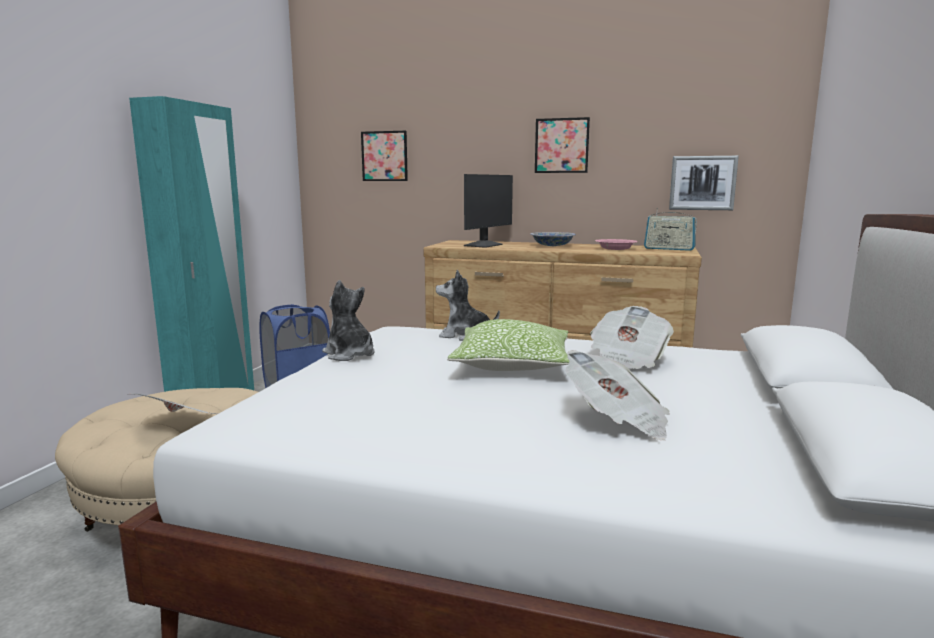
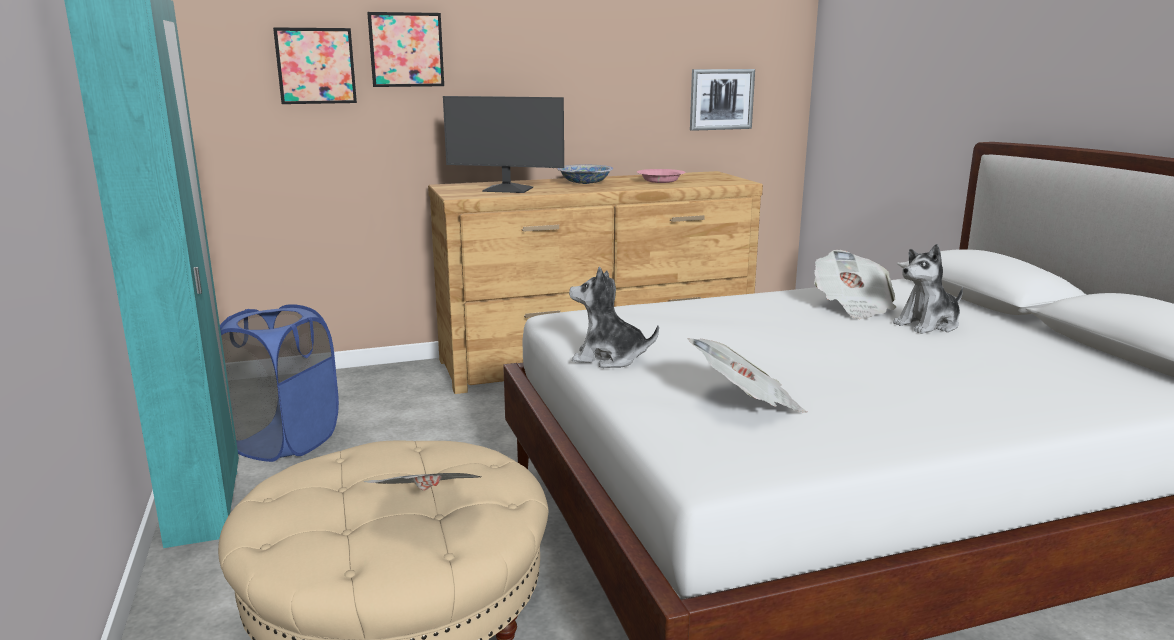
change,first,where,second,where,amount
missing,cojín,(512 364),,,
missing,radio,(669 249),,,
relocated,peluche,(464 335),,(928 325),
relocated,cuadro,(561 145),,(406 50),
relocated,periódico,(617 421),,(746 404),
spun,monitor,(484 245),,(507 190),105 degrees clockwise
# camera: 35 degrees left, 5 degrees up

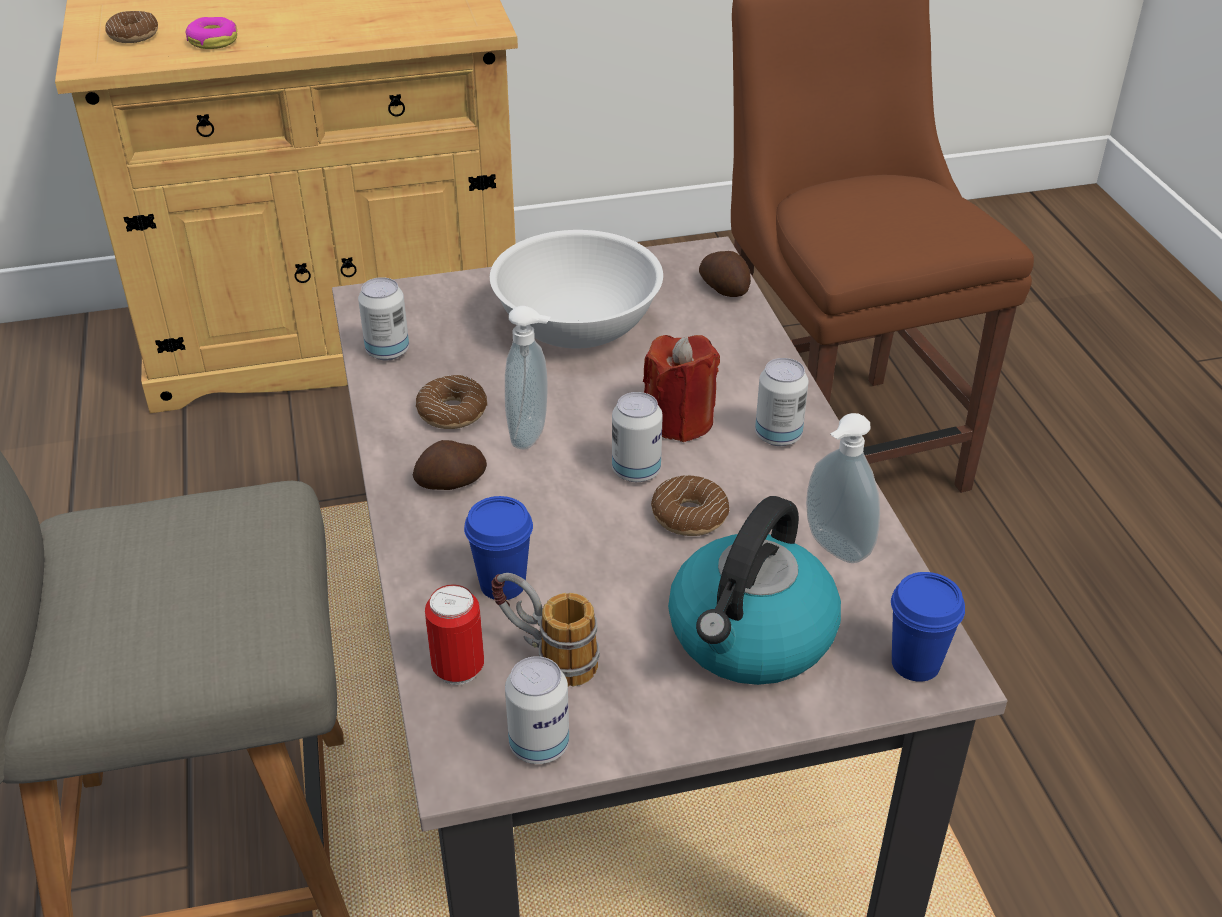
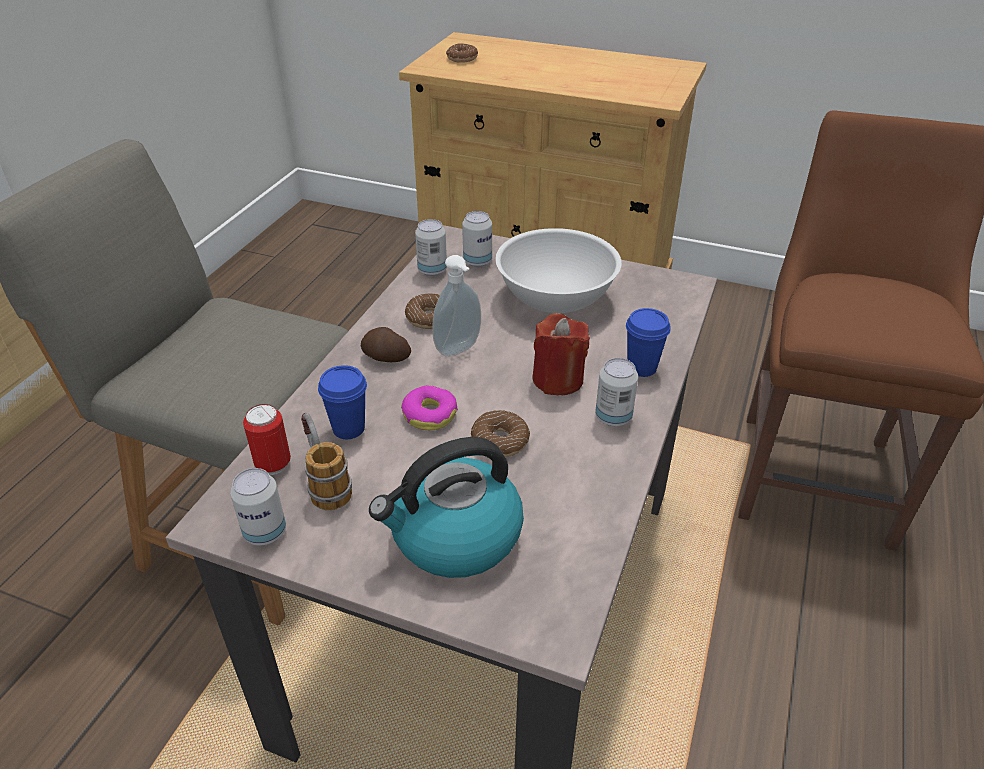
change,first,where,second,where,amount
missing,patata,(725 288),,,
missing,dispensador de jabón,(833 549),,,
relocated,rosquilla,(213 41),,(430 415),
relocated,lata,(636 471),,(477 261),
relocated,taza (azul),(915 663),,(641 368),
# camera: 35 degrees right, 0 degrees up

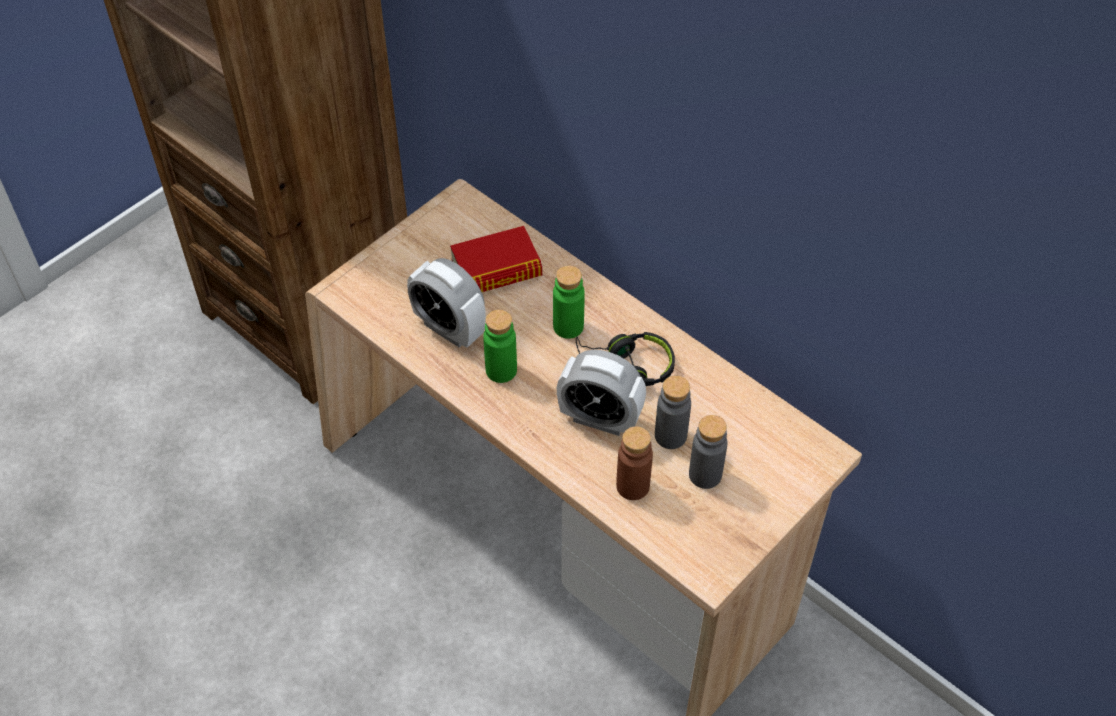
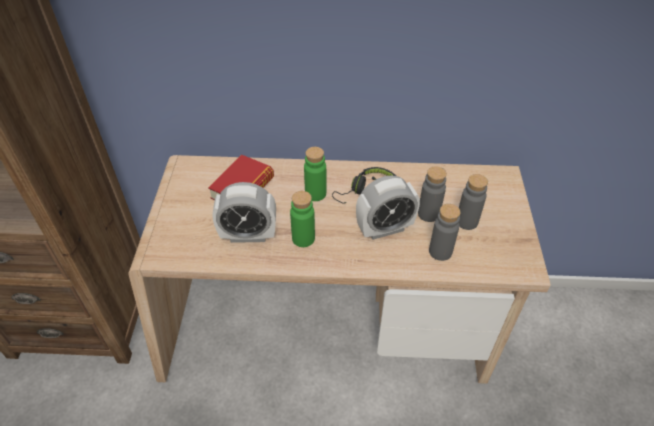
change,first,where,second,where,amount
colour,botella (marrón),(632 486),botella (gris),(440 251),
# camera: 40 degrees left, 5 degrees down

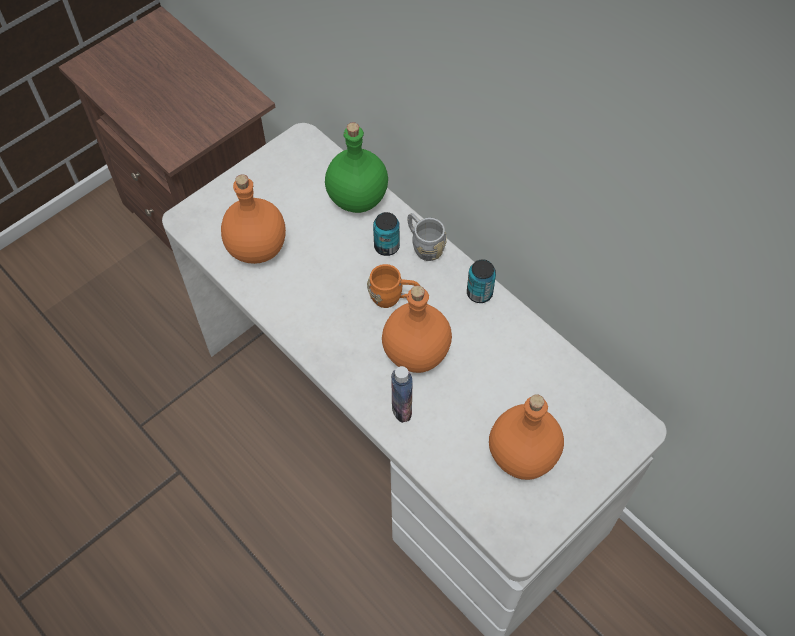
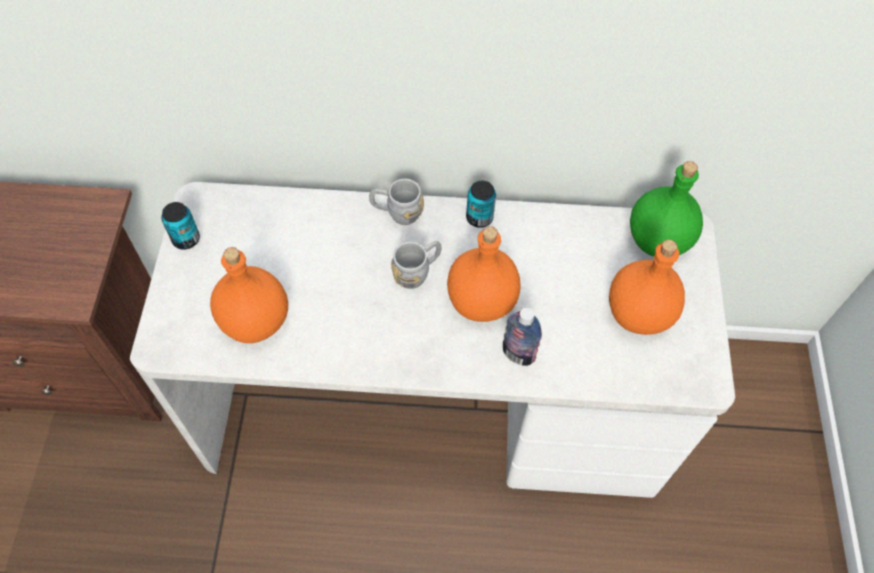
change,first,where,second,where,amount
relocated,botella (verde),(356 199),,(658 241),
relocated,lata,(386 246),,(186 239),
colour,taza grande (naranja),(393 298),taza grande (gris),(417 272),
# camera: 45 degrees left, 0 degrees up

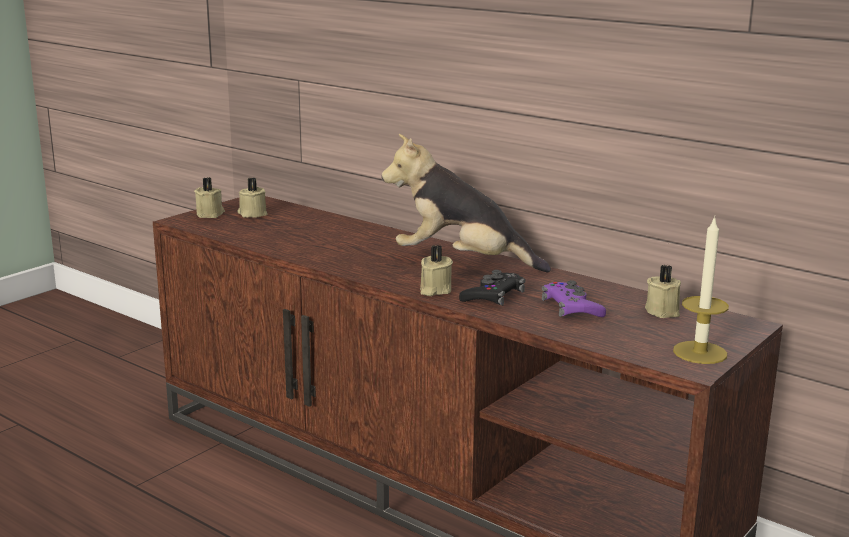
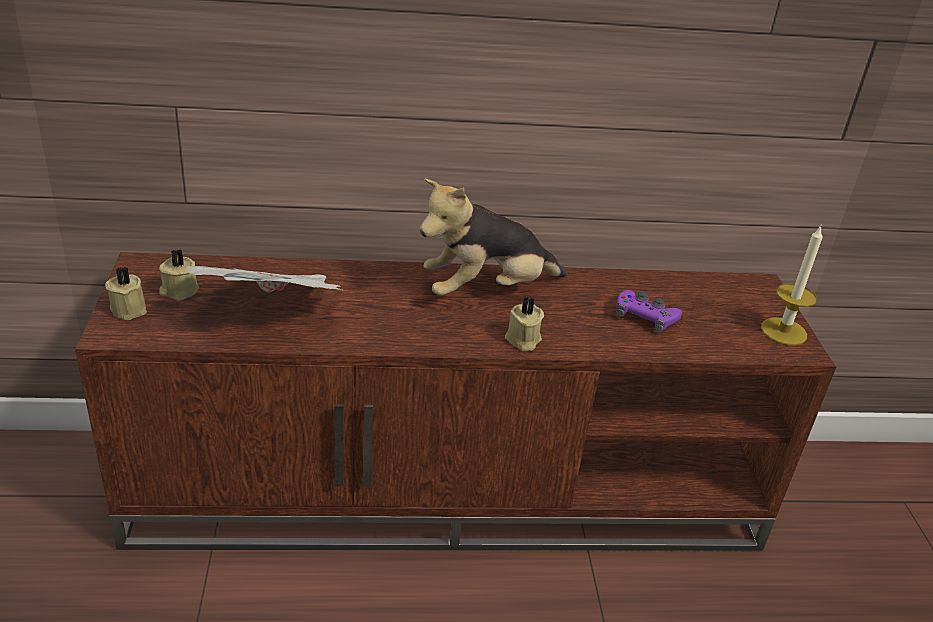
change,first,where,second,where,amount
missing,mando de consola (negro),(493 296),,,
missing,vela (beis),(663 311),,,
appeared,,,periódico,(274 311),
# camera: 45 degrees left, 15 degrees up

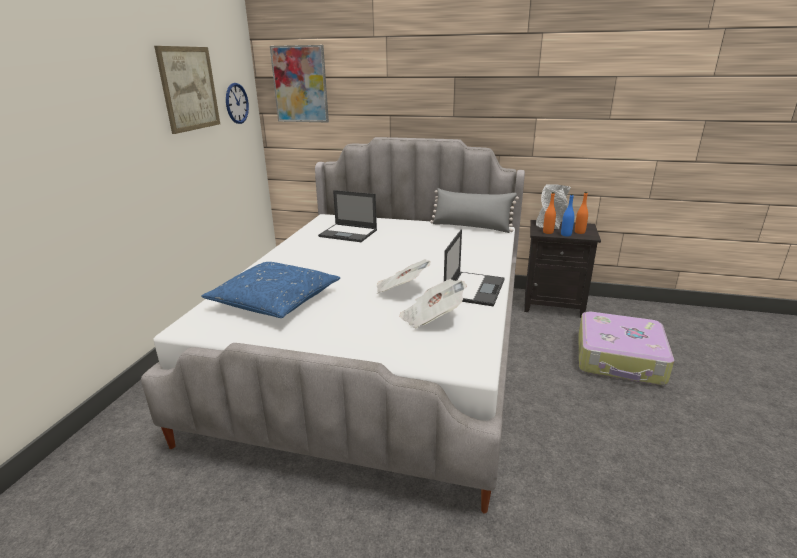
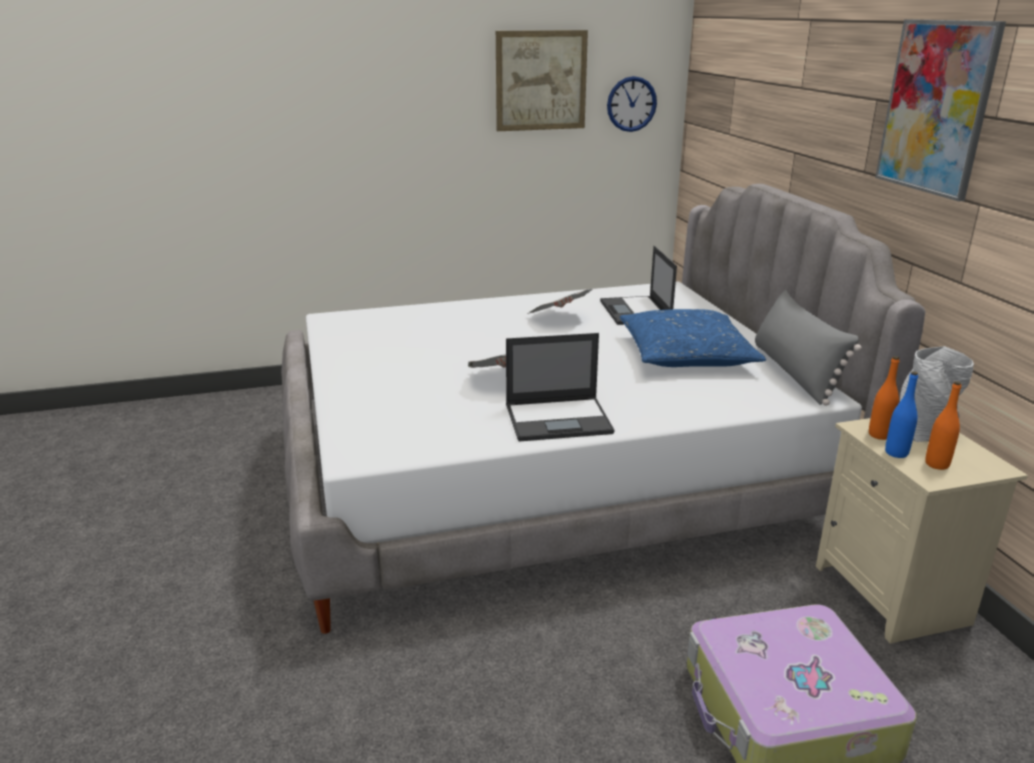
change,first,where,second,where,amount
relocated,cojín (azul),(275 300),,(686 354),
relocated,cuadro,(300 84),,(936 107),
relocated,periódico,(431 318),,(558 318),
colour,mesita de noche (negro),(554 304),mesita de noche (beis),(894 595),
# camera: 60 degrees right, 0 degrees up

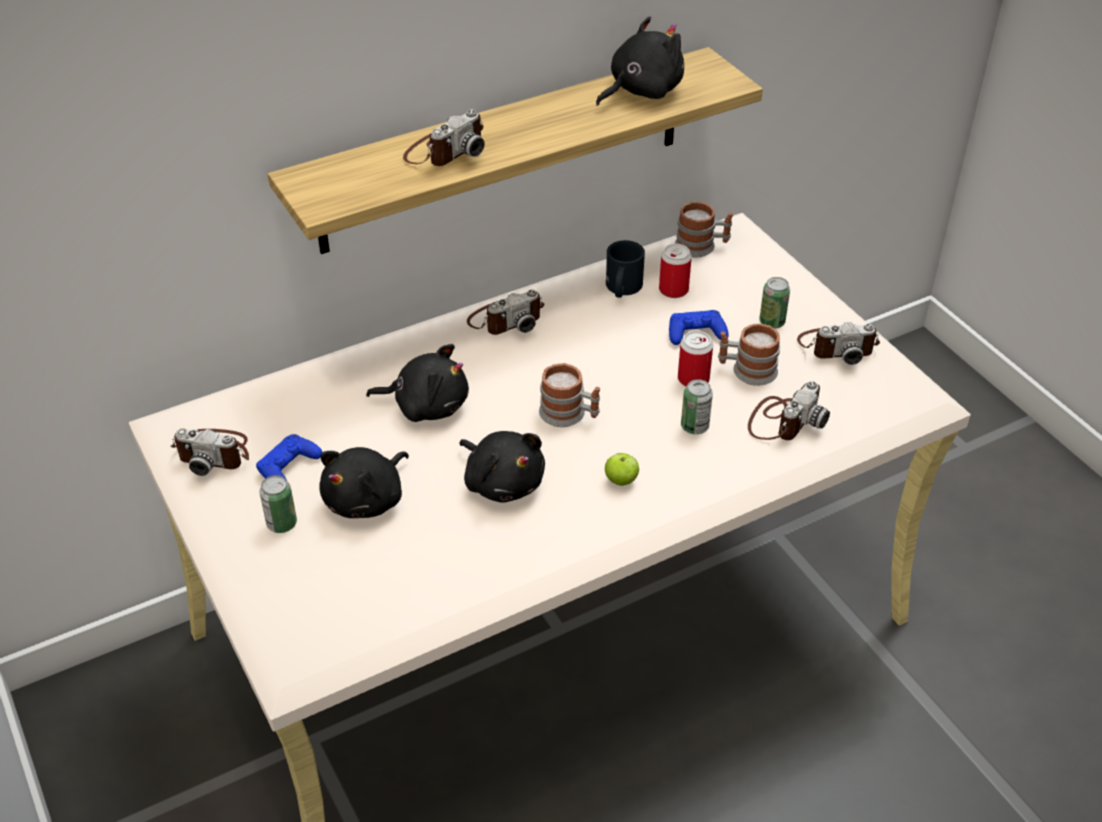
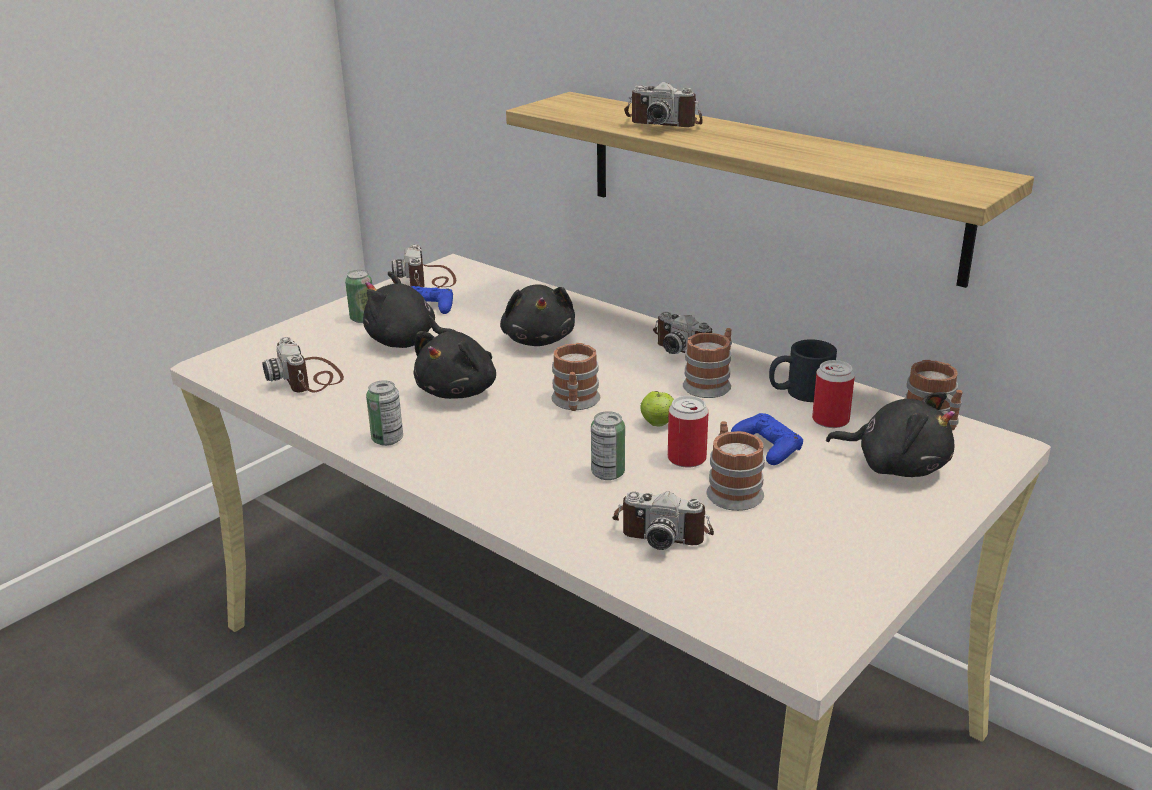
change,first,where,second,where,amount
appeared,,,taza grande,(711 383),
relocated,peluche (negro),(641 91),,(896 465),
relocated,manzana,(621 481),,(658 424),
relocated,lata,(772 322),,(387 439),
relocated,cámara,(837 346),,(308 378),
# camera: 70 degrees right, 15 degrees down

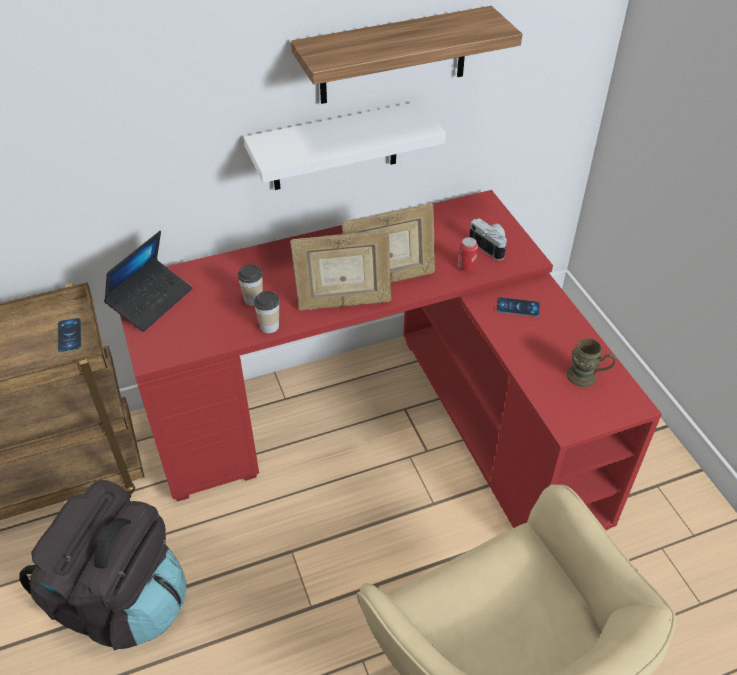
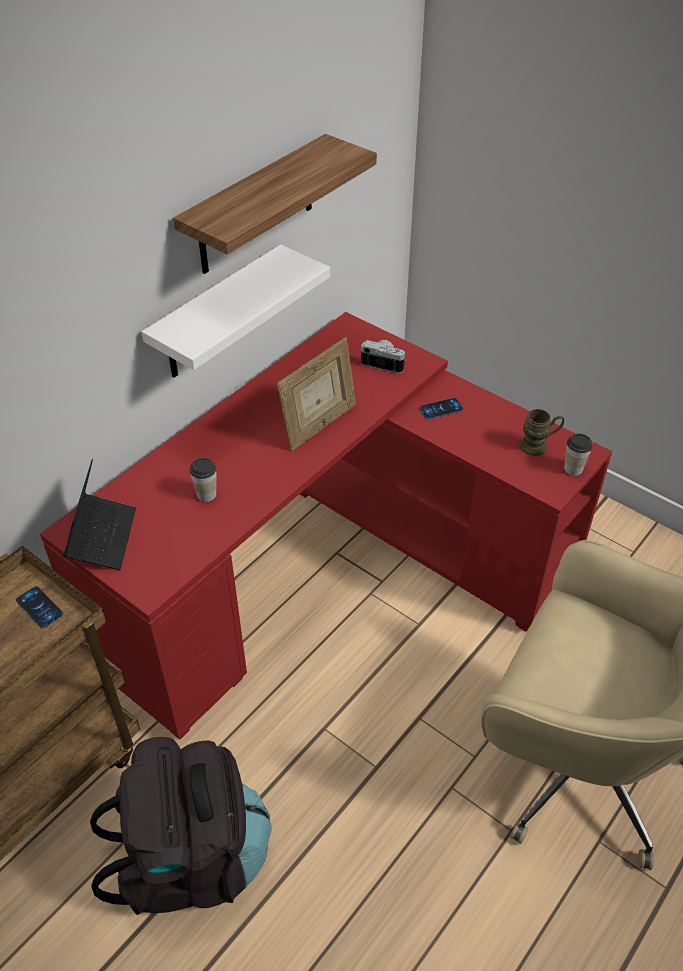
change,first,where,second,where,amount
missing,portarretratos,(343 303),,,
missing,lata,(466 267),,,
relocated,taza,(269 326),,(573 469),
# camera: 30 degrees left, 0 degrees up

